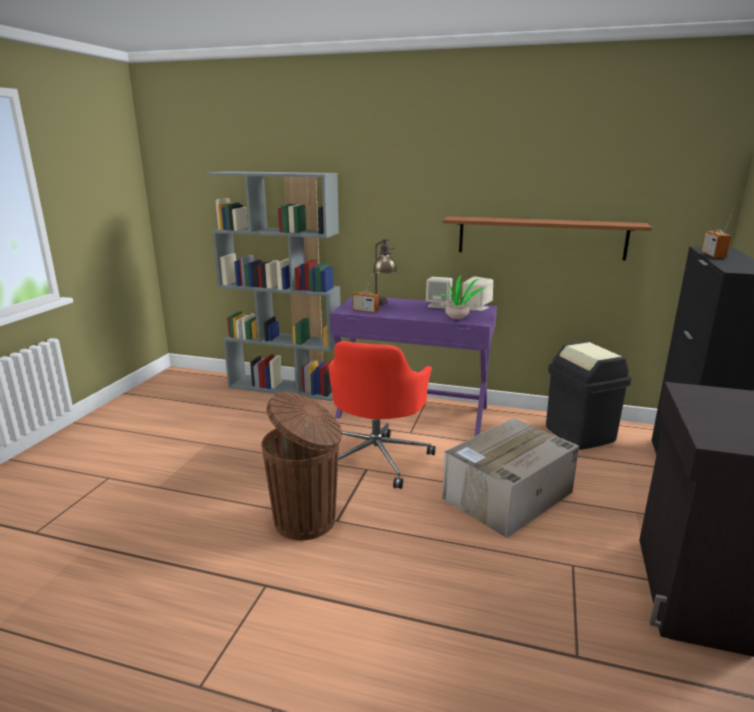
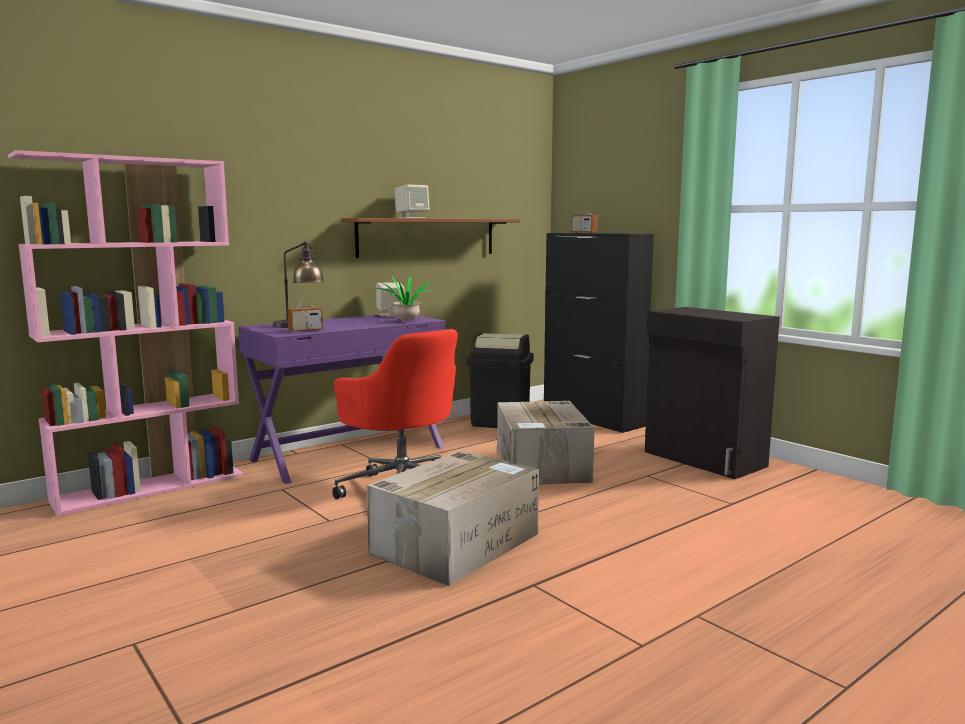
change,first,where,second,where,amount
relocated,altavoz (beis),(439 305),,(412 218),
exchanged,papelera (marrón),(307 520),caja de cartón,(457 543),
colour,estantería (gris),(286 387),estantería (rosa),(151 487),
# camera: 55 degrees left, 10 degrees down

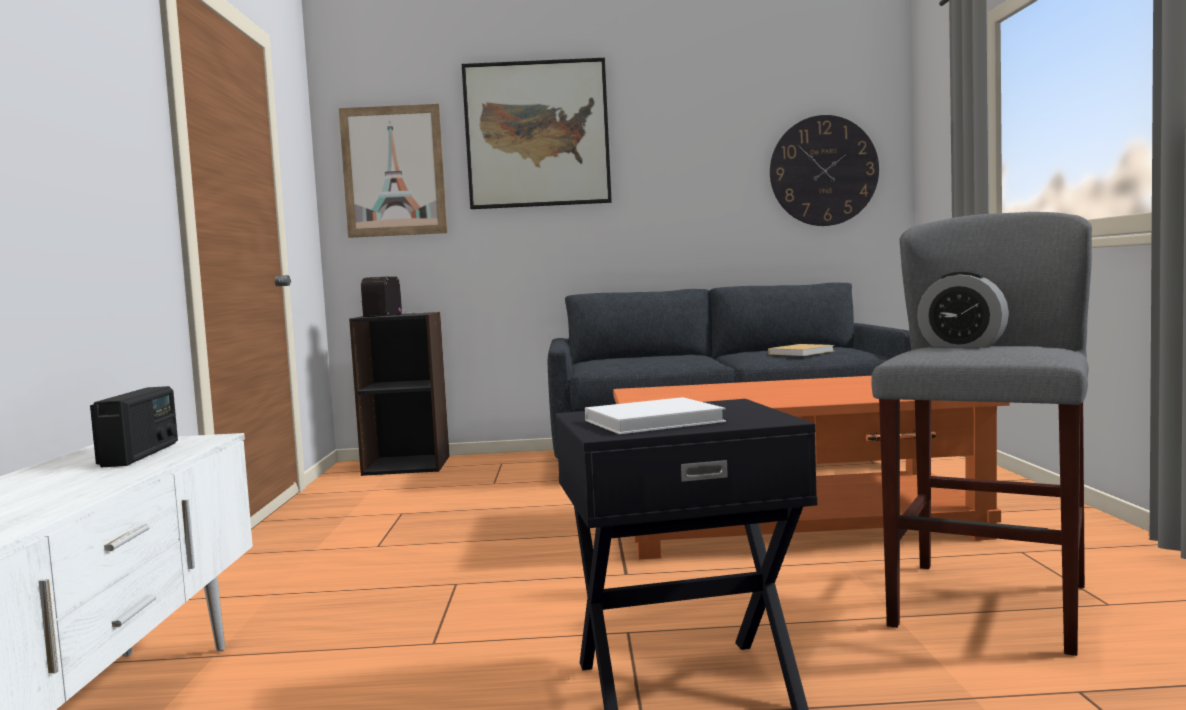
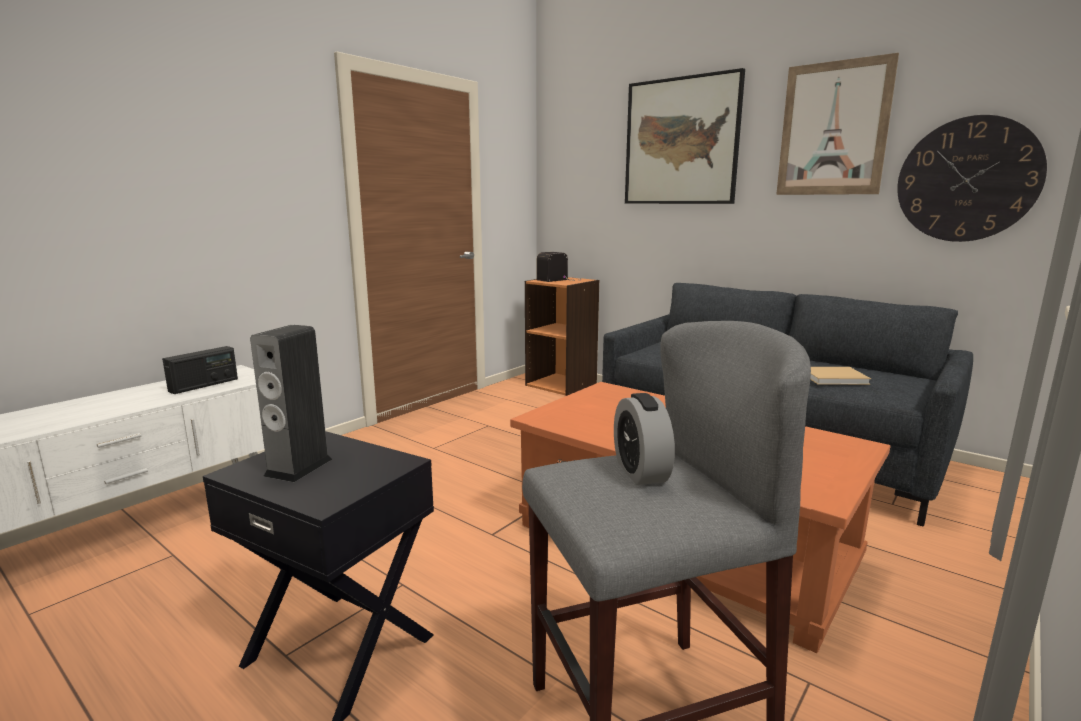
change,first,where,second,where,amount
relocated,cuadro,(393 171),,(833 129),
exchanged,libro (blanco),(657 420),altavoz,(298 467),
colour,estantería (negro),(407 465),estantería (naranja),(561 384),
# camera: 40 degrees right, 10 degrees up

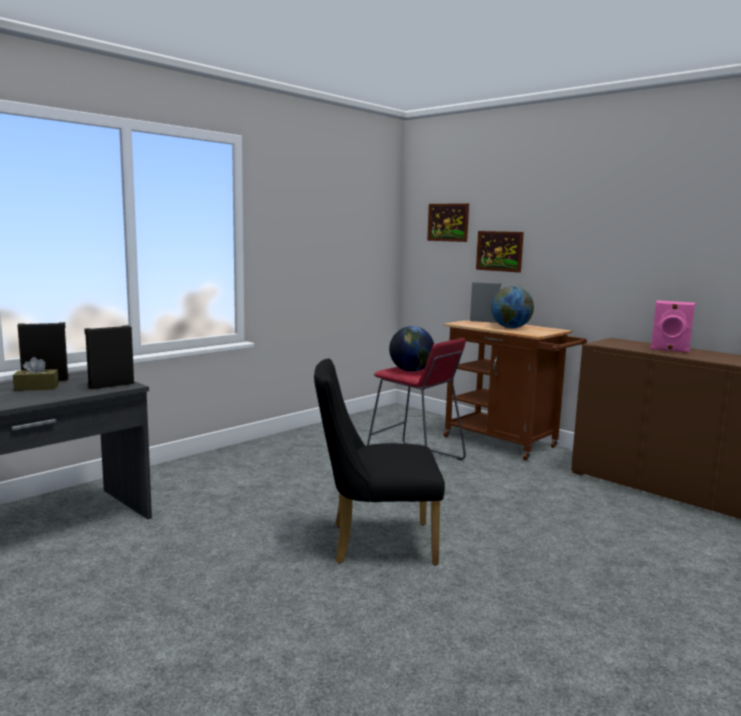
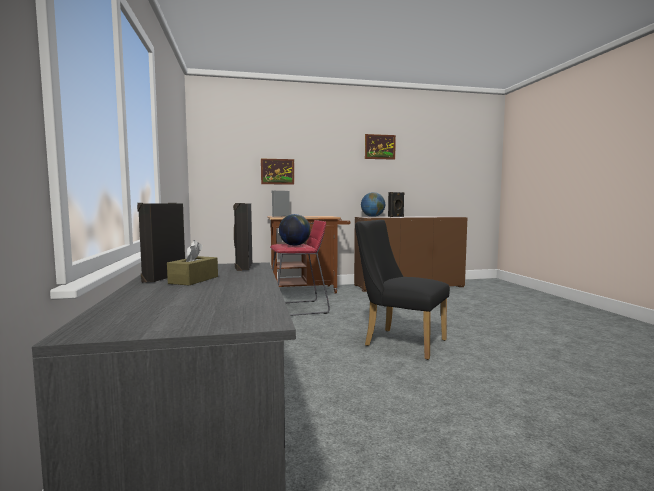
change,first,where,second,where,amount
relocated,cuadro,(448 222),,(380 147),
relocated,globo terráqueo,(510 328),,(372 216),
colour,altavoz (rosa),(669 350),altavoz (negro),(396 216),
spun,silla (negro),(374 543),,(399 342),90 degrees clockwise
# camera: 55 degrees left, 5 degrees down

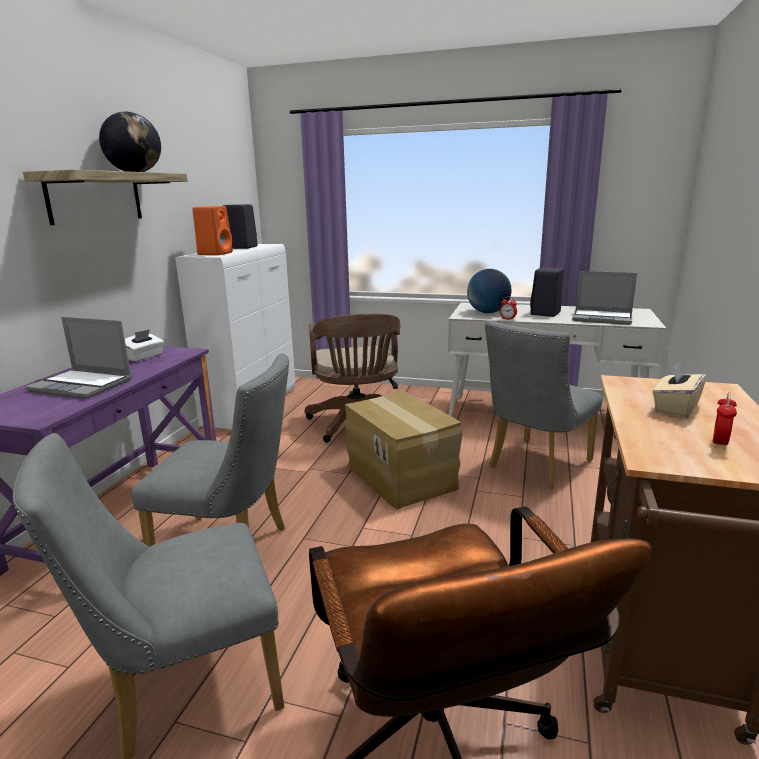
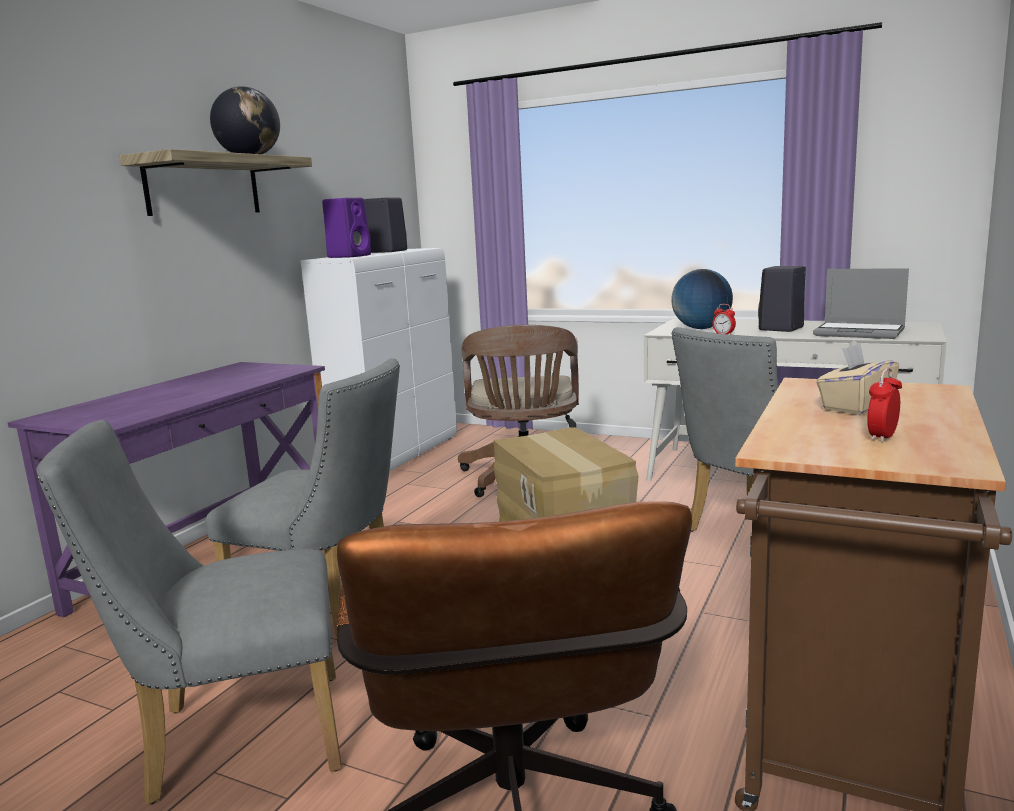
change,first,where,second,where,amount
missing,portátil,(83 385),,,
missing,caja de pañuelos (blanco),(144 357),,,
colour,altavoz (naranja),(215 253),altavoz (morado),(350 256),
# camera: 10 degrees right, 5 degrees down

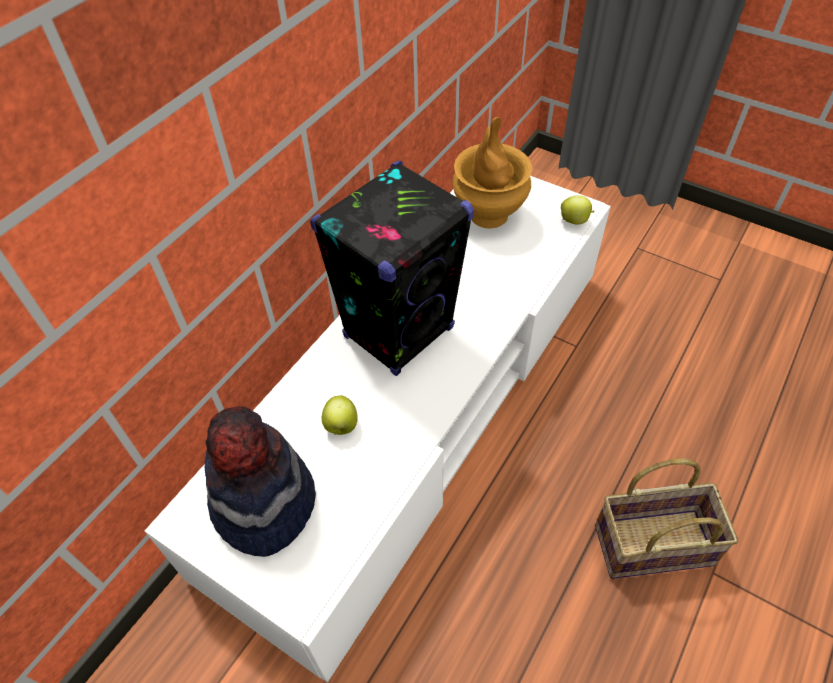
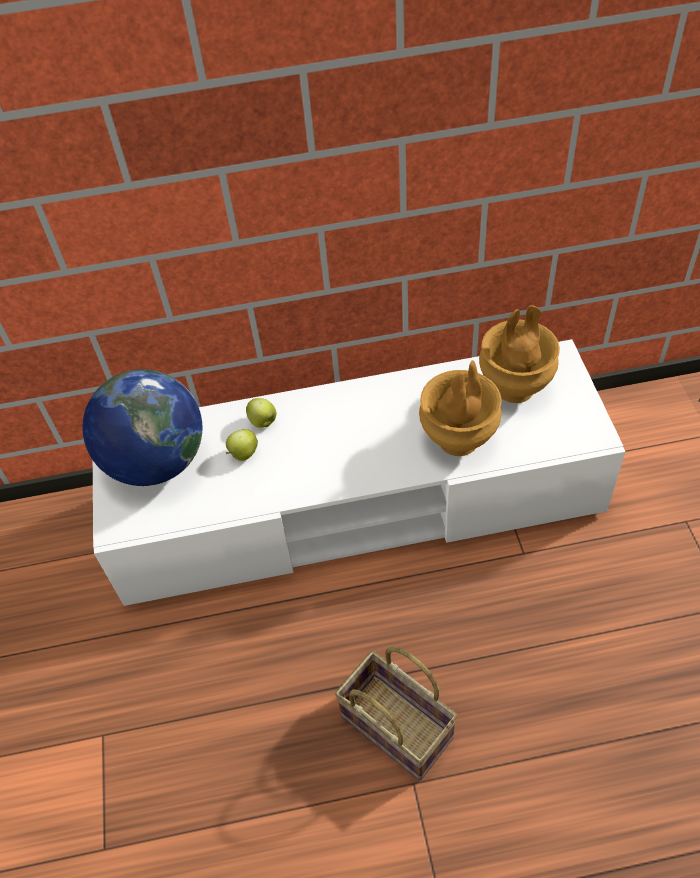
change,first,where,second,where,amount
missing,altavoz (negro),(399 332),,,
appeared,,,florero (marrón),(458 441),
relocated,manzana,(575 221),,(263 422),
exchanged,sombrero,(263 503),globo terráqueo,(156 462),
# camera: 50 degrees right, 0 degrees up

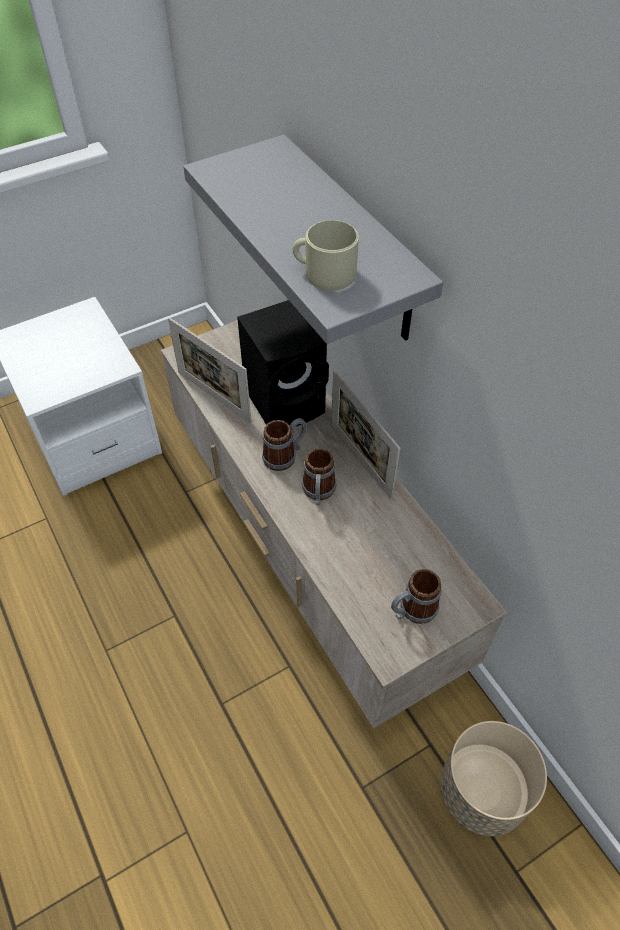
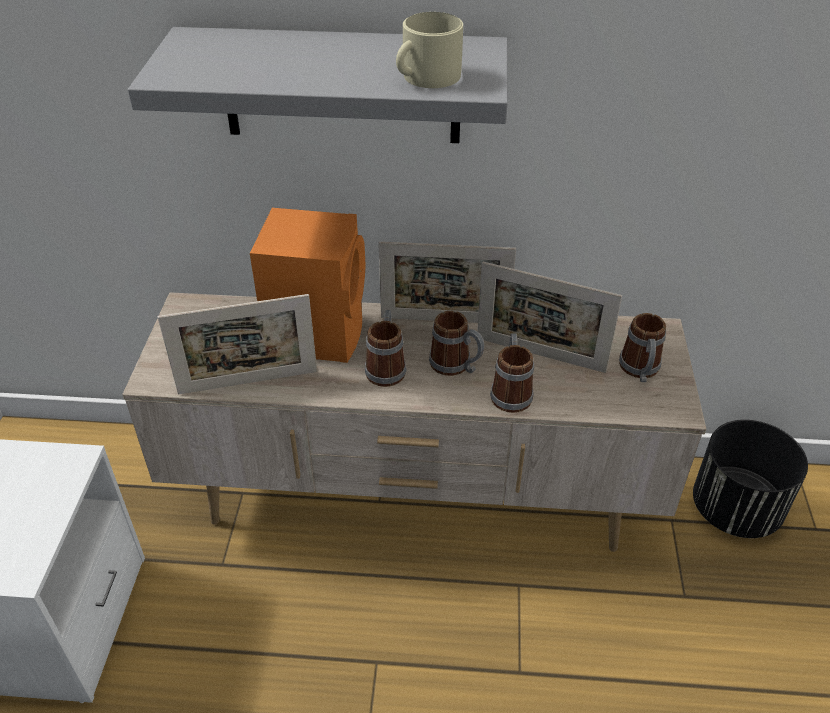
change,first,where,second,where,amount
appeared,,,portarretratos,(540 355),
appeared,,,taza grande,(510 391),
colour,altavoz (negro),(287 401),altavoz (naranja),(317 332),
colour,maceta (beis),(482 792),maceta (negro),(736 509),
# camera: 55 degrees left, 10 degrees down

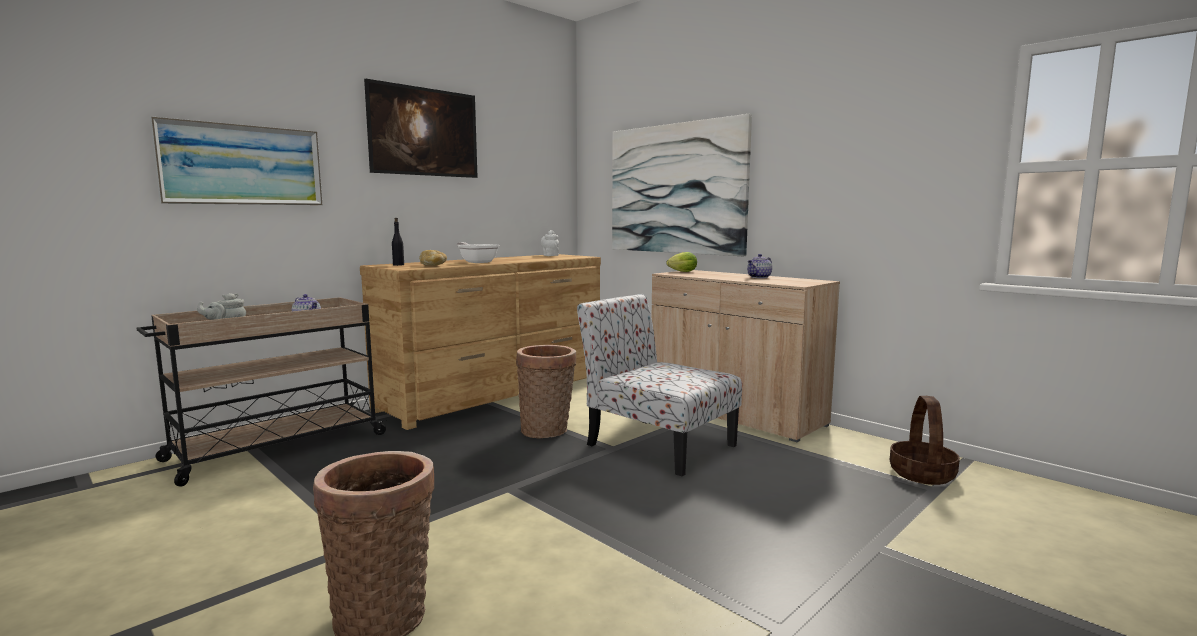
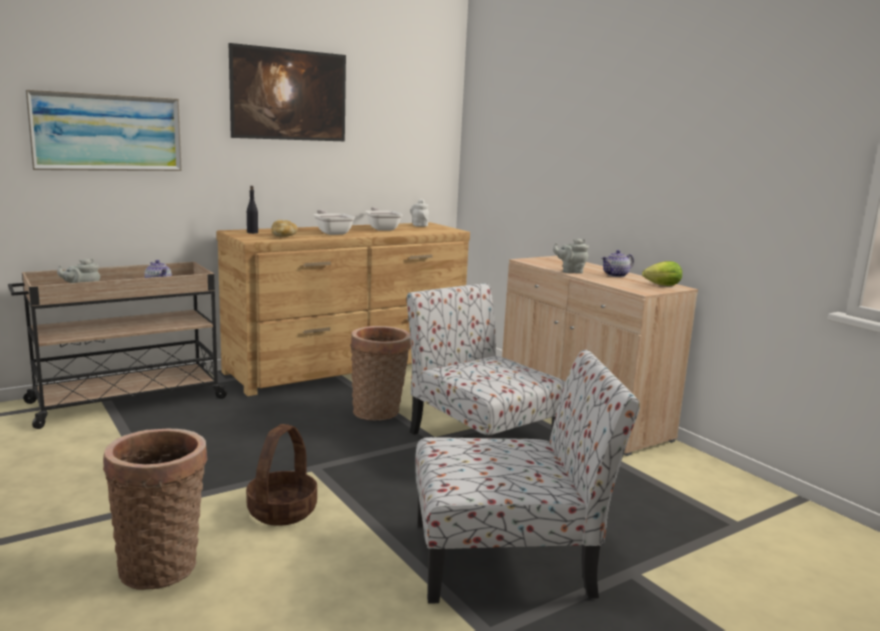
change,first,where,second,where,amount
missing,cuadro,(676 189),,,
appeared,,,sartén,(382 228),
appeared,,,silla,(507 559),
appeared,,,tetera (gris),(570 271),
relocated,lechuga,(681 272),,(660 285),
relocated,cesta,(922 474),,(282 511),
# camera: 10 degrees right, 5 degrees up

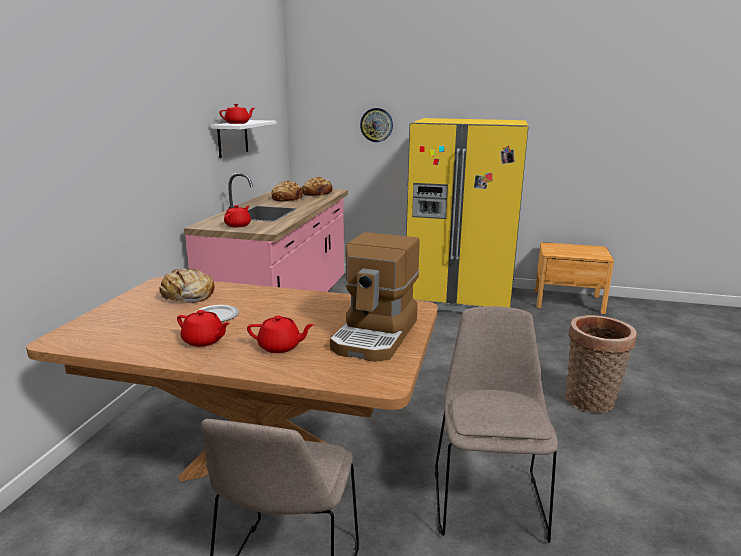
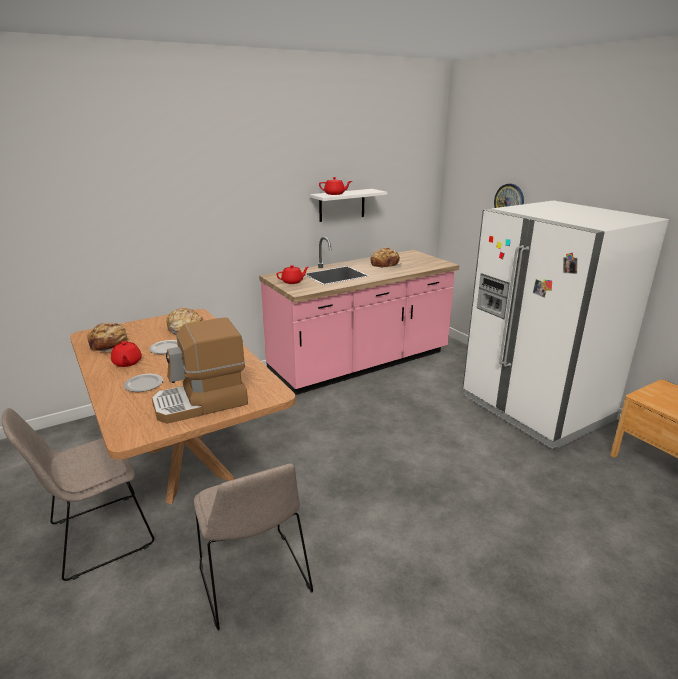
change,first,where,second,where,amount
missing,cesta,(591 402),,,
relocated,pan,(318 194),,(109 344),
exchanged,tetera (rojo),(280 347),plato,(144 384),
colour,nevera (amarillo),(459 297),nevera (blanco),(535 408),
spun,silla (beis),(488 499),,(254 581),105 degrees clockwise
# camera: 45 degrees right, 5 degrees up

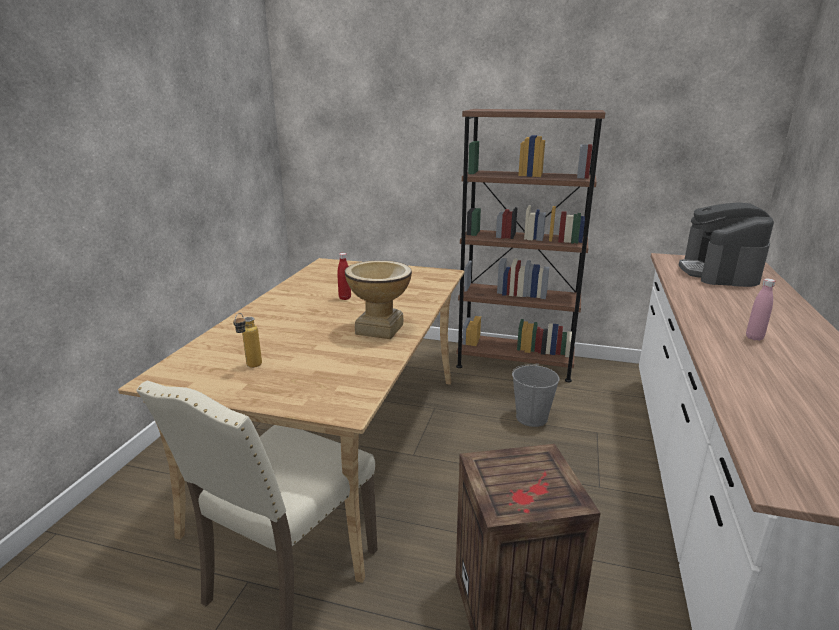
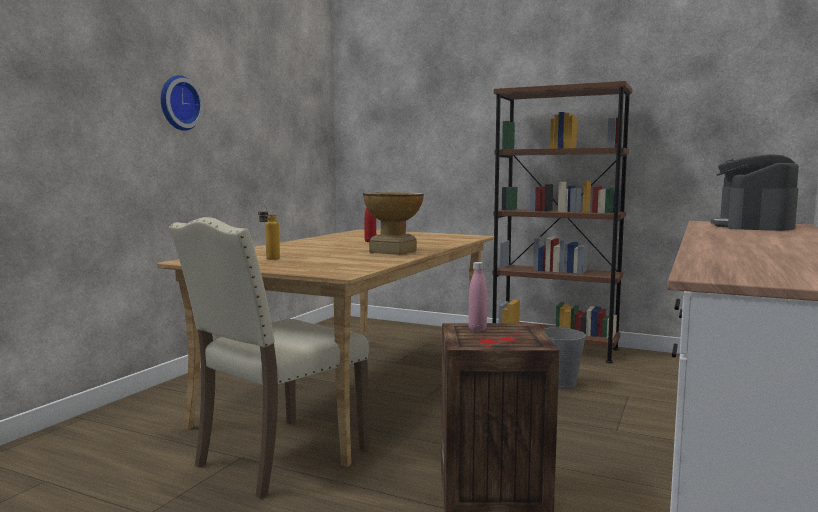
change,first,where,second,where,amount
appeared,,,reloj de pared,(178 103),
relocated,botella (rosa),(754 337),,(477 329),
# camera: 10 degrees right, 15 degrees down

